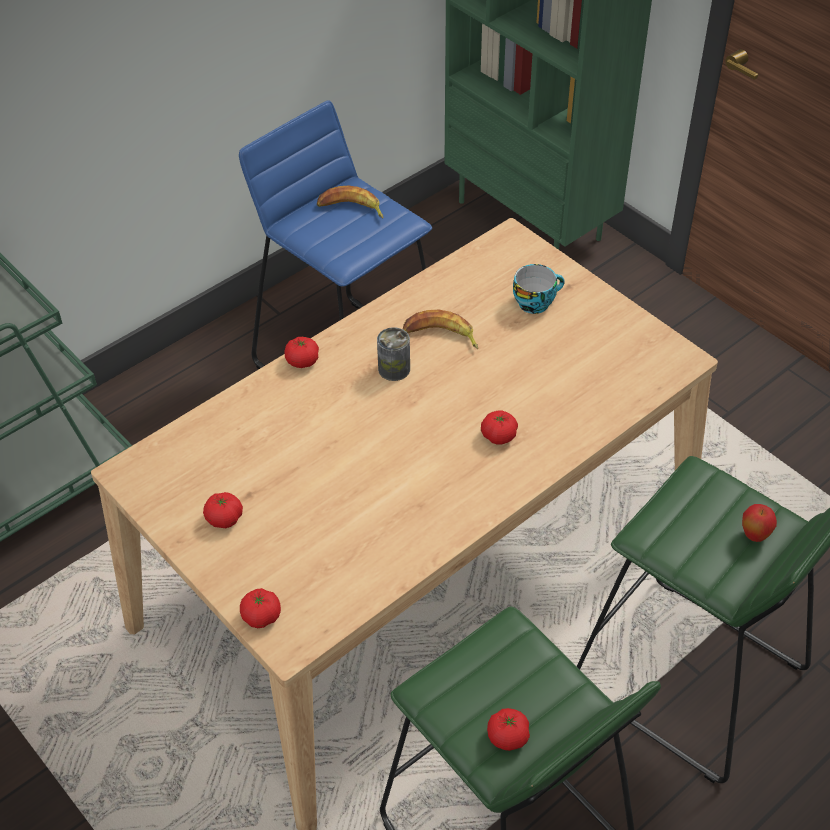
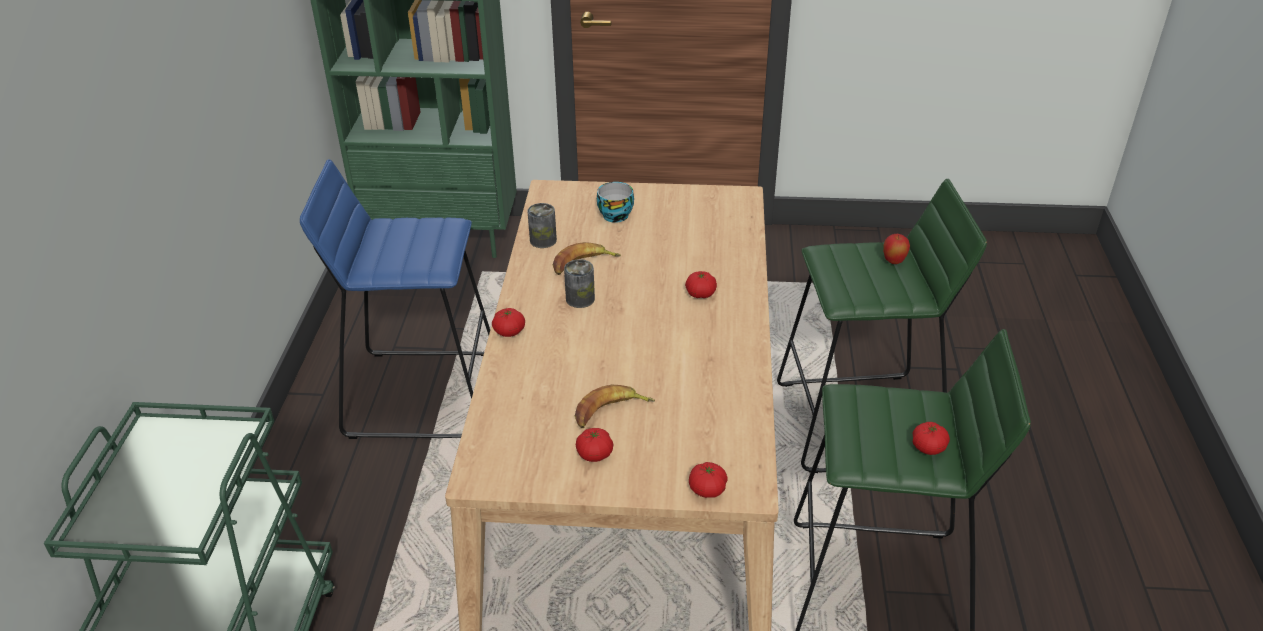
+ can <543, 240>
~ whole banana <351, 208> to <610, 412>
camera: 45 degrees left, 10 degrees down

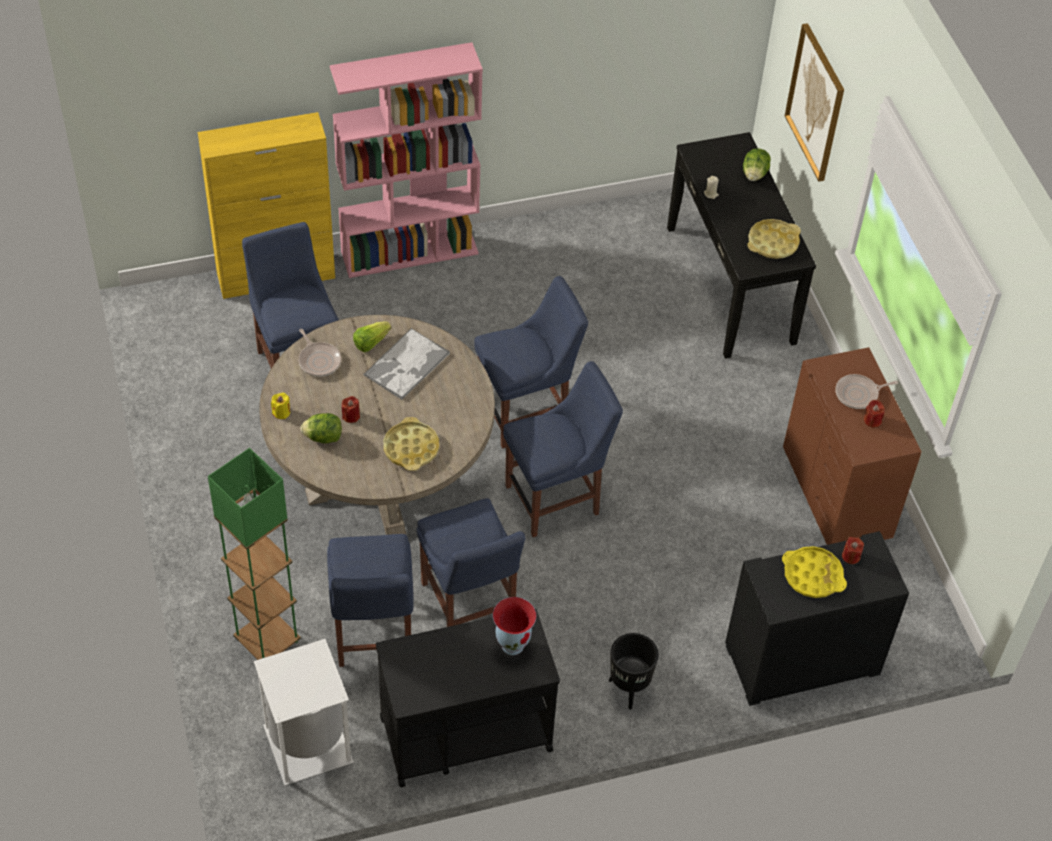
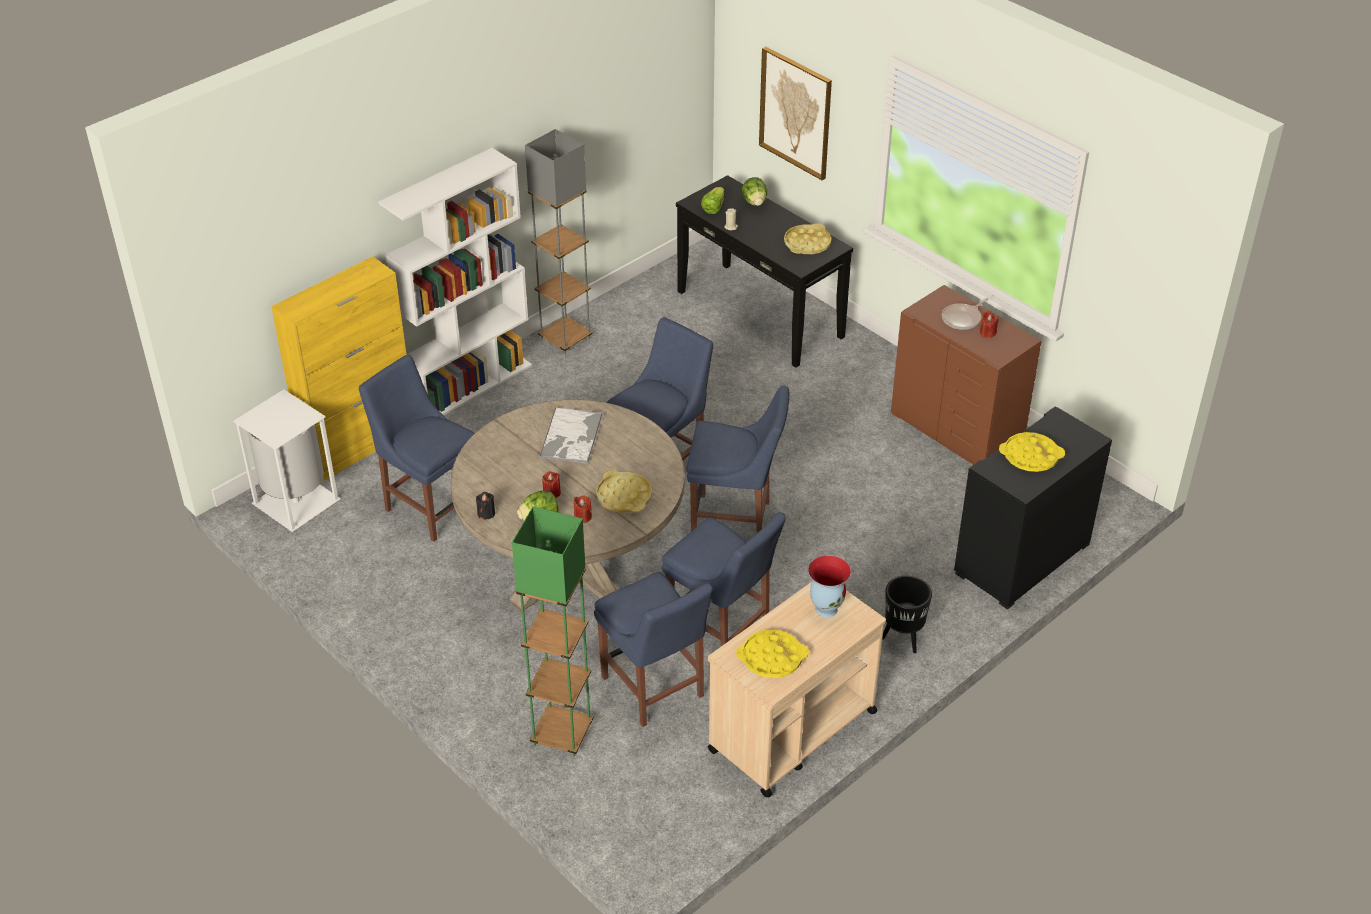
- skillet <319, 360>
+ gray standing lamp <565, 338>
+ yellow-coloured tray <772, 658>
~ whitish trash can <306, 743> to <294, 501>
~ lettuce head <371, 342> to <713, 207>
~ red-coloured wax candle <851, 556> to <582, 517>
~ yellow-coloured wax candle <281, 412> to blackish wax candle <486, 513>
~ pink bookshelf <410, 252> to whitish bookshelf <470, 385>
~ blackish cart <464, 733> to beige-coloured cart <791, 731>
~ bluish chair <557, 499> = <735, 521> 60 degrees clockwise
camera: 25 degrees left, 10 degrees down

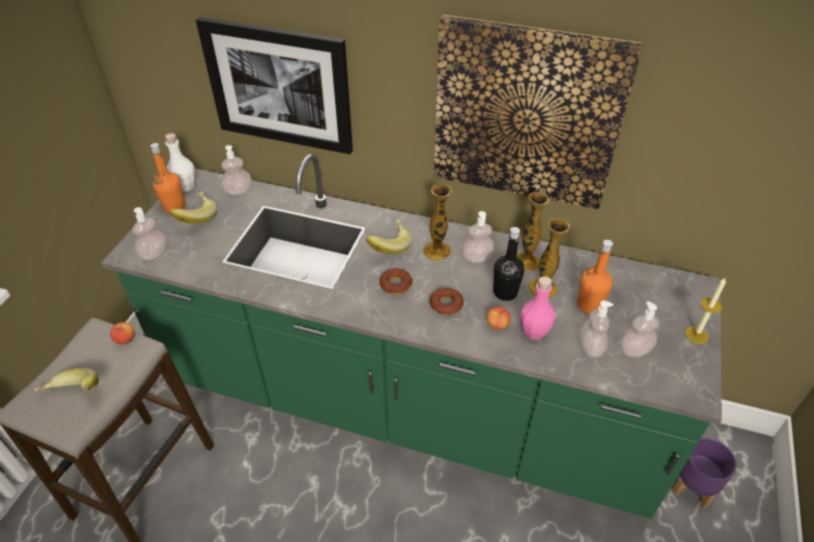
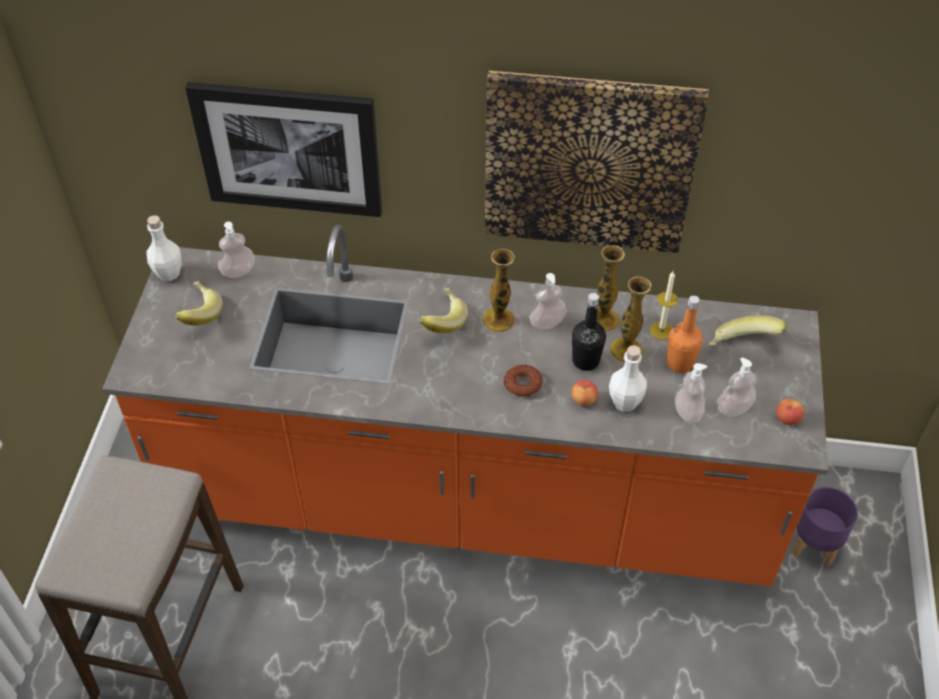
- soap dispenser <154, 254>
- orange-coloured bottle <174, 207>
- ring doughnut <395, 284>
~ whole banana <72, 395> to <742, 346>
~ apple fruit <125, 339> to <787, 419>
~ wax candle <696, 335> to <661, 330>
~ green kitchen counter <407, 405> to orange-coloured kitchen counter <469, 501>
~ pink bottle <534, 332> to whitish bottle <625, 402>
camera: 10 degrees left, 5 degrees up

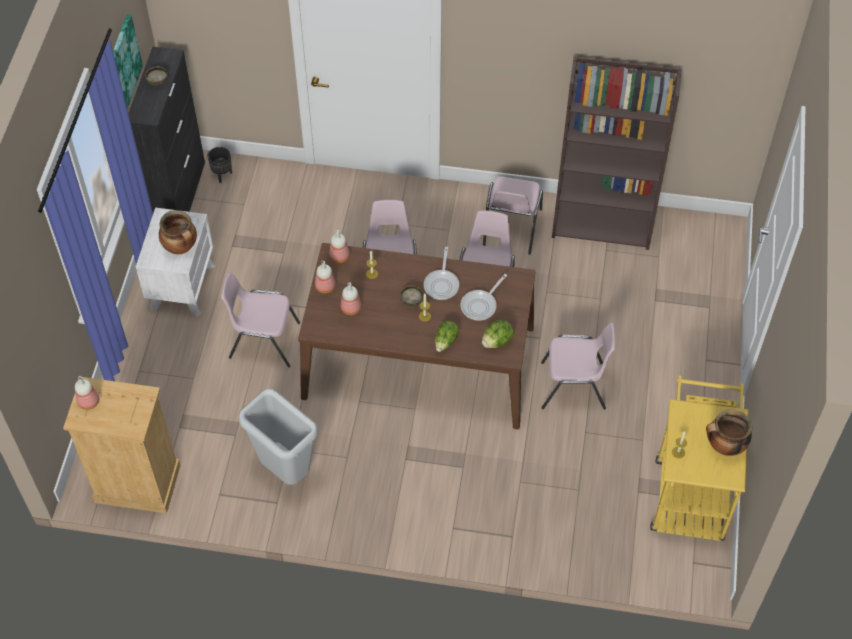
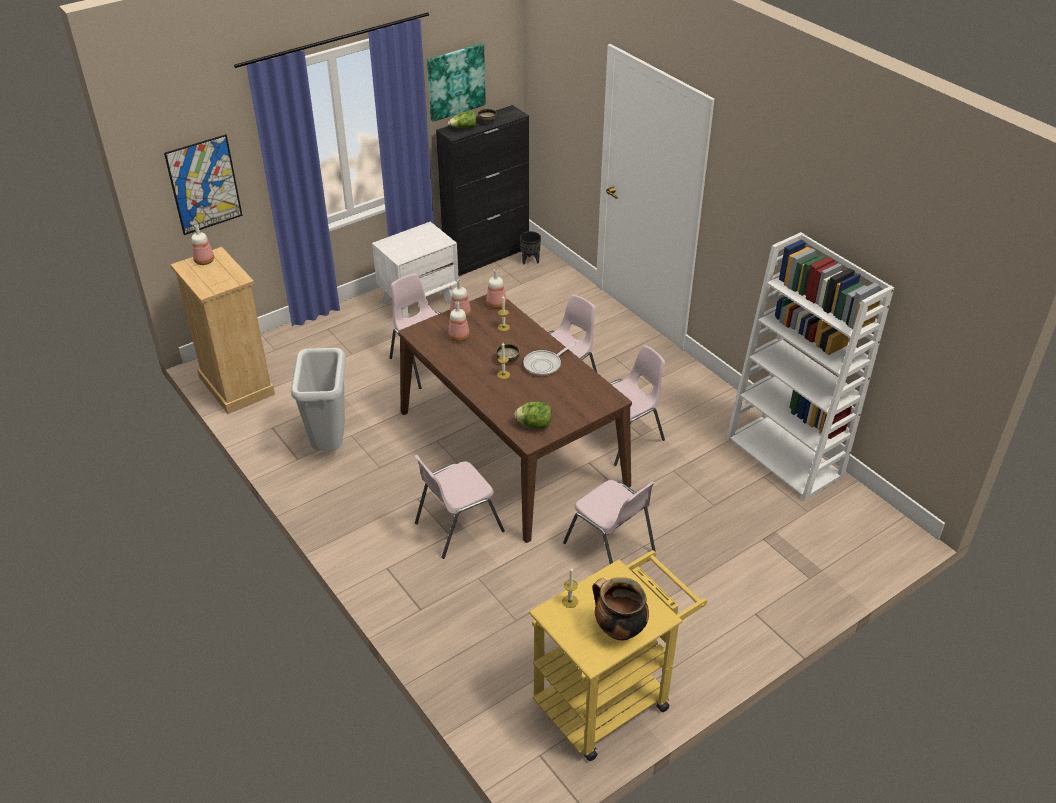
- cooking pot <181, 247>
- skillet <481, 305>
+ wall art <204, 185>
~ lettuce head <446, 341> to <464, 128>
~ pink chair <511, 228> to <457, 527>
~ brownish bookshelf <603, 223> to whitish bookshelf <785, 457>
camera: 45 degrees right, 15 degrees down

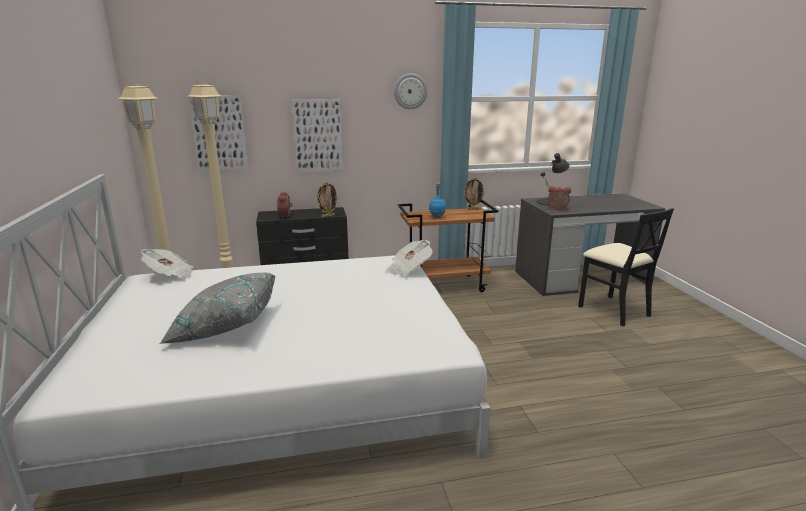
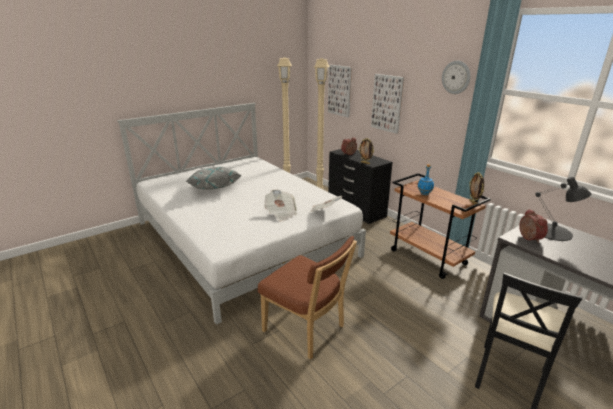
+ brownish chair <306, 330>
~ printed paper <170, 275> to <281, 213>
camera: 65 degrees right, 5 degrees up

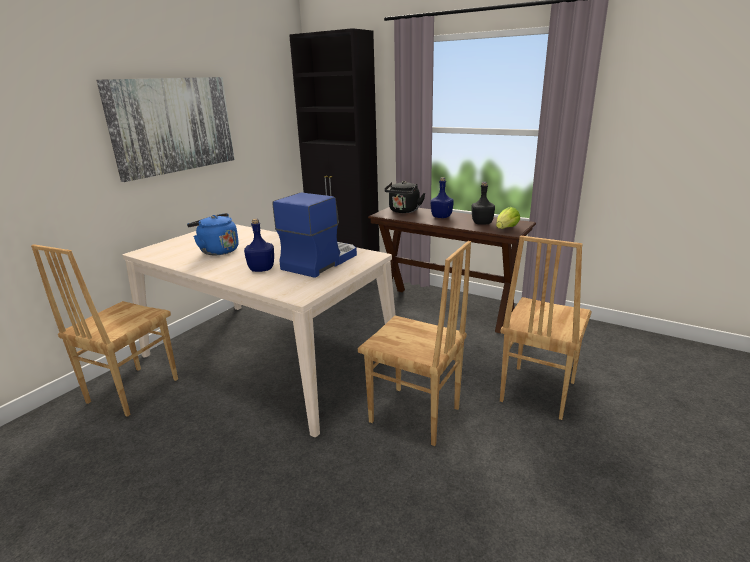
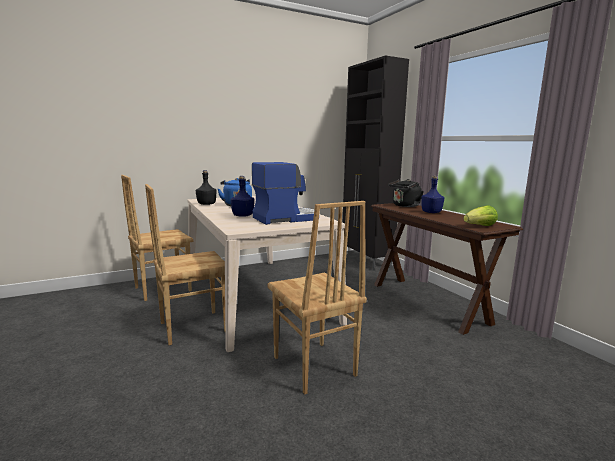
- wall art <173, 125>
~ blackish bottle <481, 223> to <207, 204>
~ brownish chair <536, 391> to <192, 327>
camera: 30 degrees right, 10 degrees down

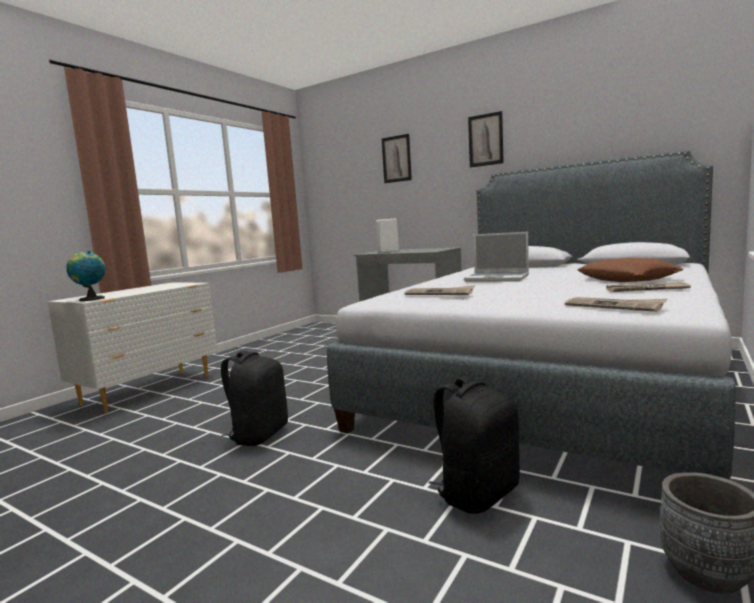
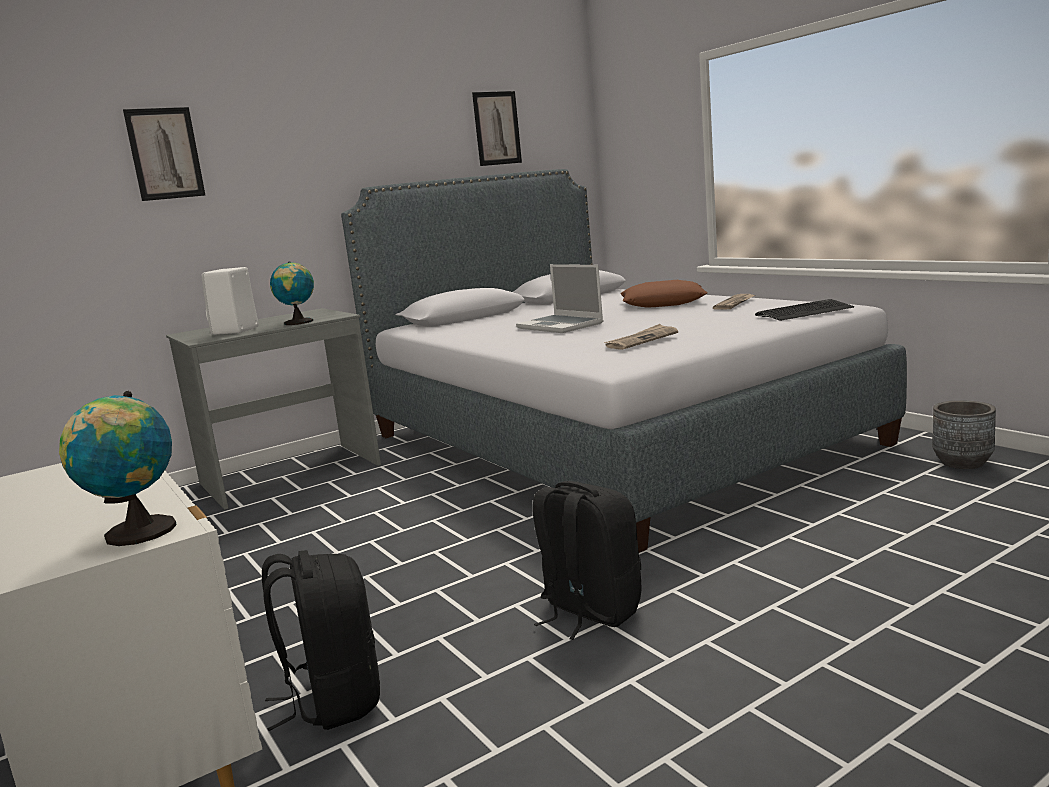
+ globe <298, 322>
~ blackish knapsack <477, 493> to <333, 700>
~ wall art <485, 140> to <497, 128>
~ printed paper <614, 306> to computer keyboard <804, 312>
~ laptop <498, 278> = <561, 326> 90 degrees clockwise
camera: 65 degrees left, 5 degrees up

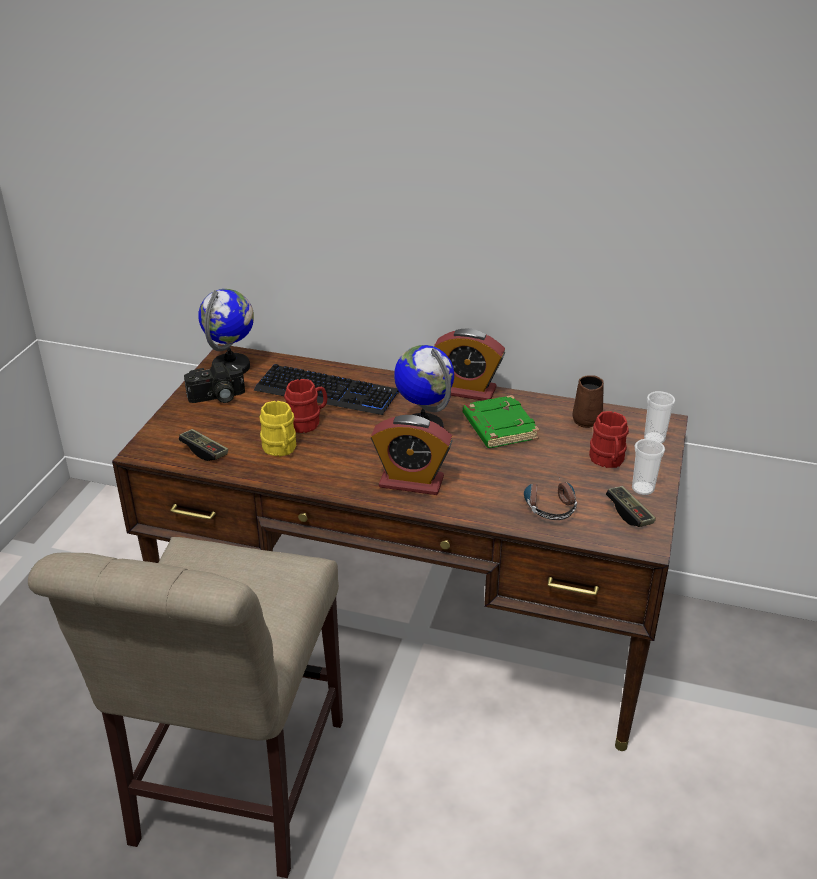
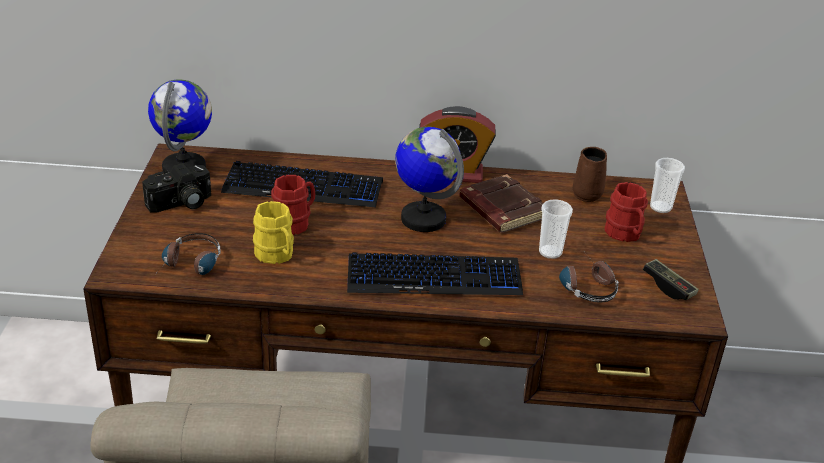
~ small cup <643, 488> to <550, 252>
~ gamepad <204, 451> to headphones <190, 266>
~ alarm clock <411, 482> to computer keyboard <434, 277>
~ green volume <498, 427> to brownish volume <501, 209>
camera: 15 degrees left, 0 degrees up

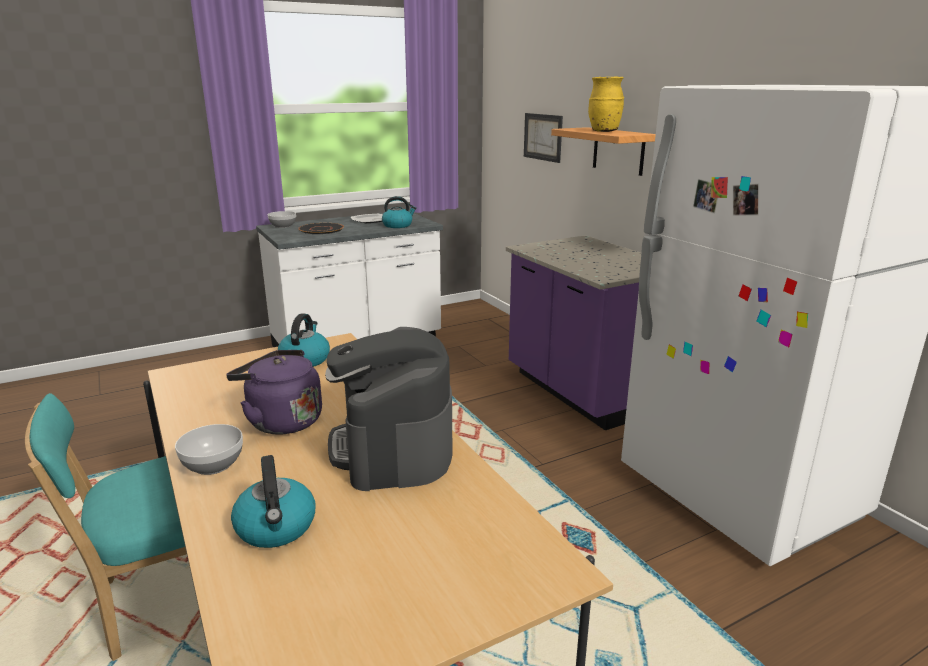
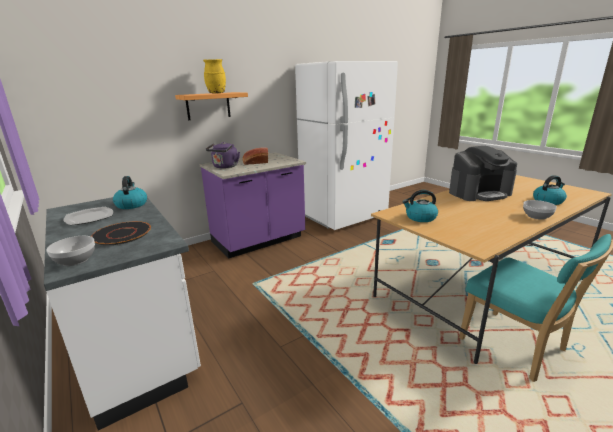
- wall art <543, 137>
+ baked bread <255, 162>
~ purple tea kettle <281, 421> to <225, 167>
camera: 95 degrees left, 0 degrees up

